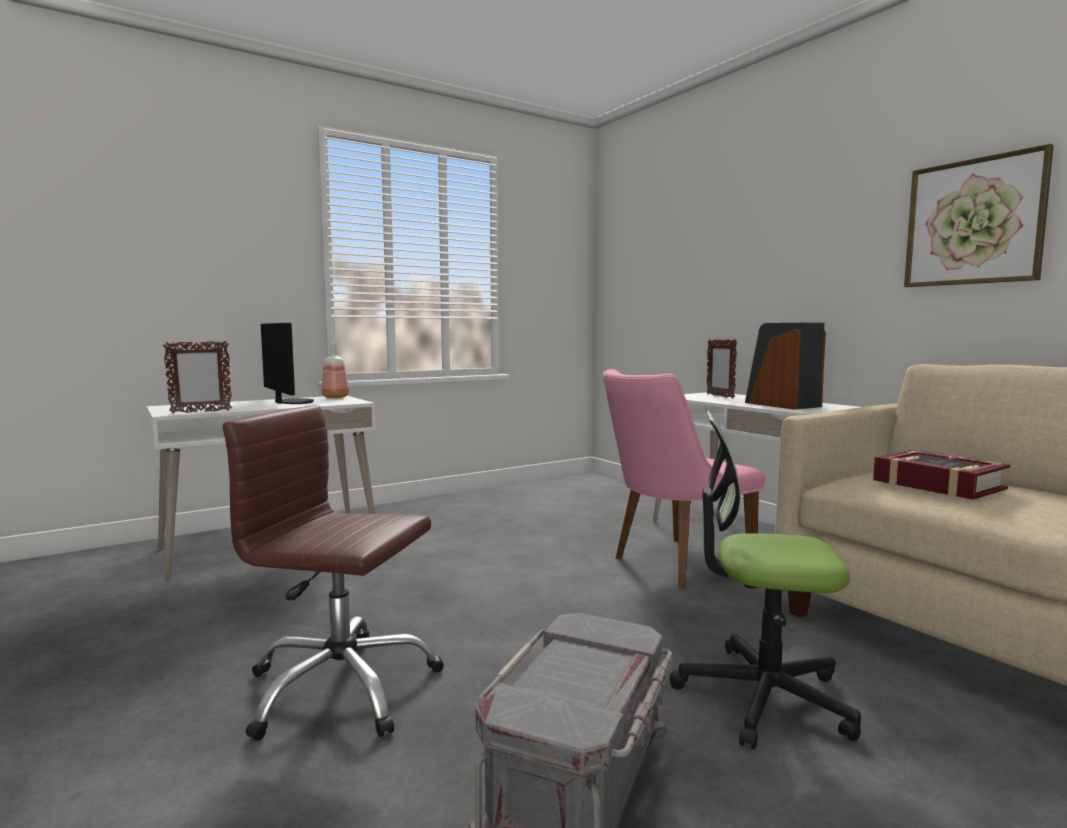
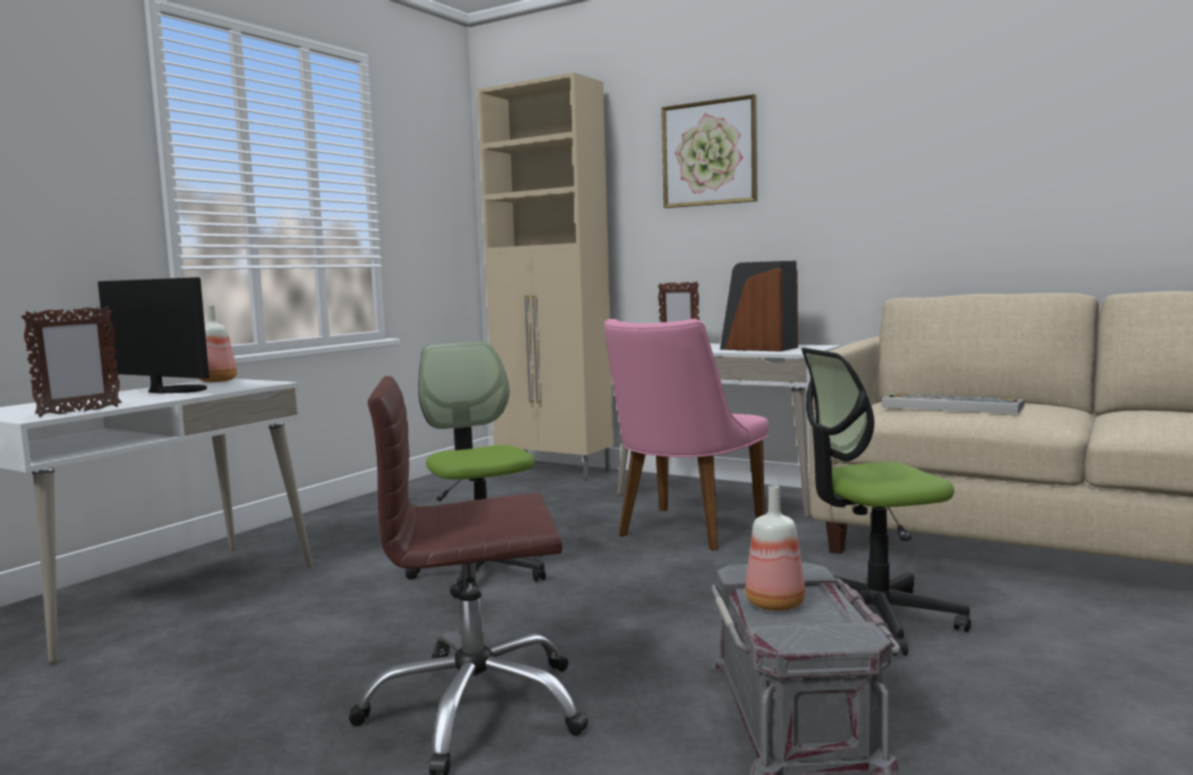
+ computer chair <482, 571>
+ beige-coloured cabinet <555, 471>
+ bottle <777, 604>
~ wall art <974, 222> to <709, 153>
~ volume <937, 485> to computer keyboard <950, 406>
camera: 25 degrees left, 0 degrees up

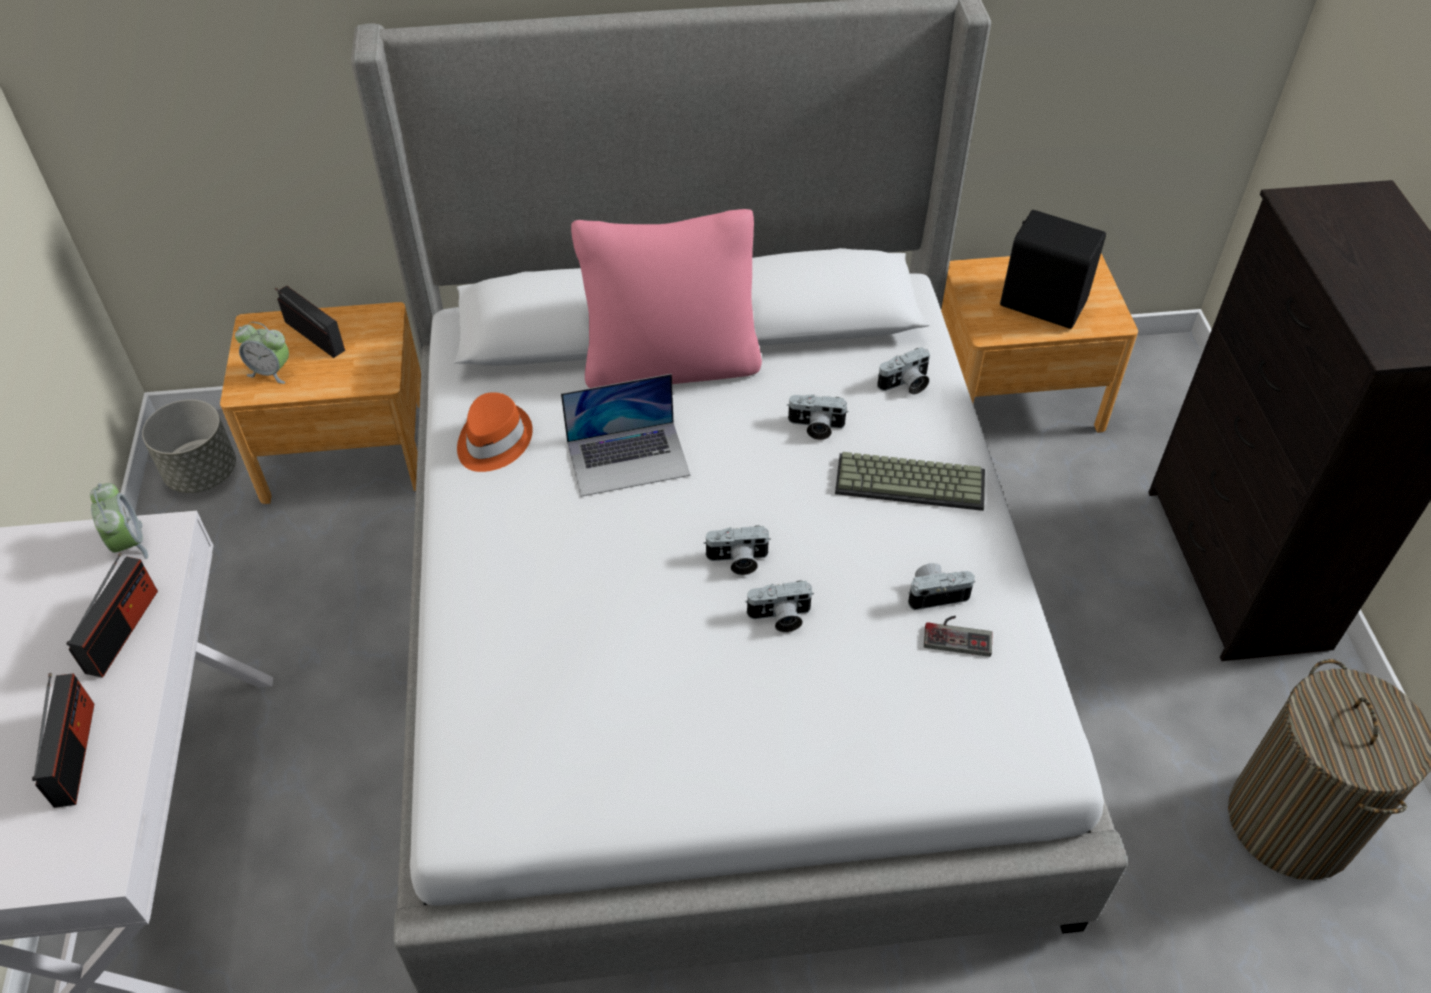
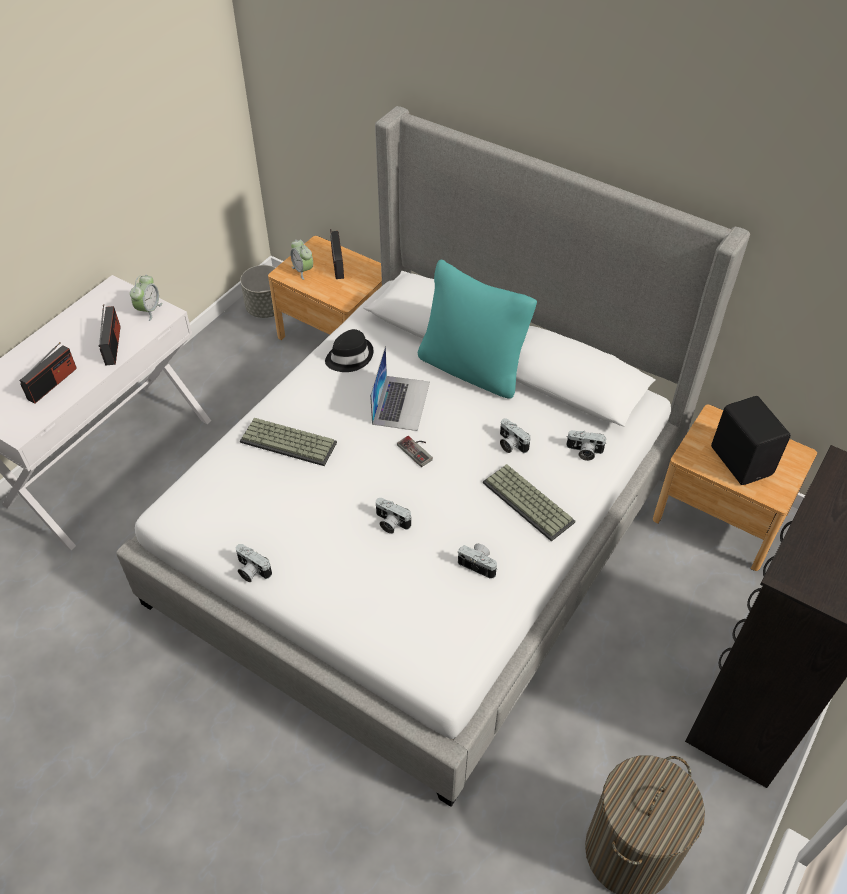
+ computer keyboard <290, 441>
~ still camera <737, 561> to <251, 571>
~ gamepad <958, 634> to <418, 450>
~ orange-coloured clothing hat <493, 441> to blackish clothing hat <349, 357>
~ pink throw pillow <671, 363> to turquoise-coloured throw pillow <472, 368>
~ radio <122, 631> = <113, 345> 60 degrees counterclockwise
~ laptop <628, 458> = <401, 402> 105 degrees counterclockwise
camera: 40 degrees right, 0 degrees up

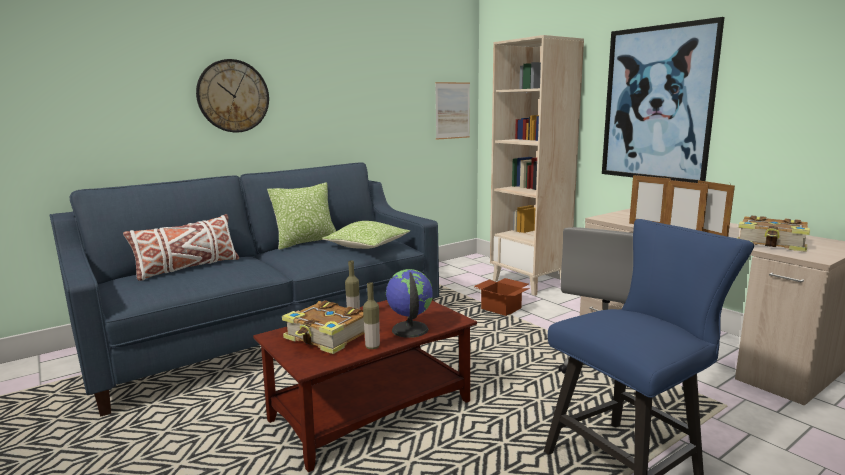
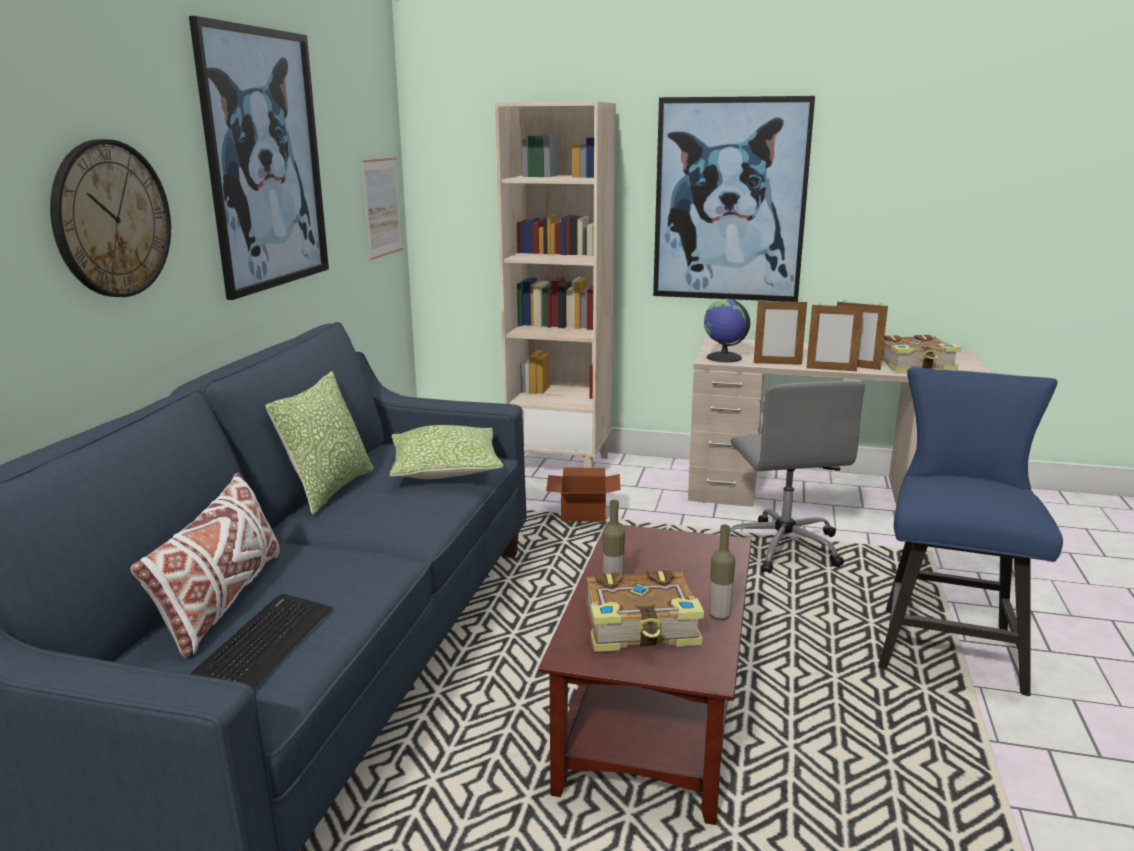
+ wall art <265, 160>
+ computer keyboard <263, 643>
~ globe <409, 329> to <724, 358>
camera: 40 degrees left, 5 degrees up

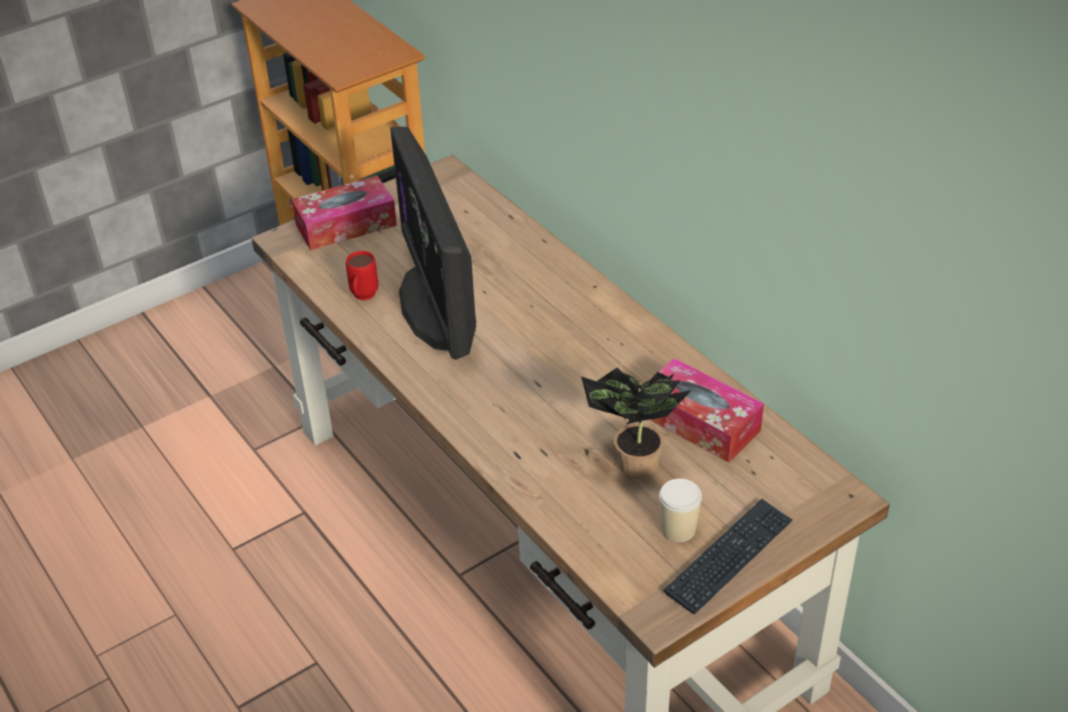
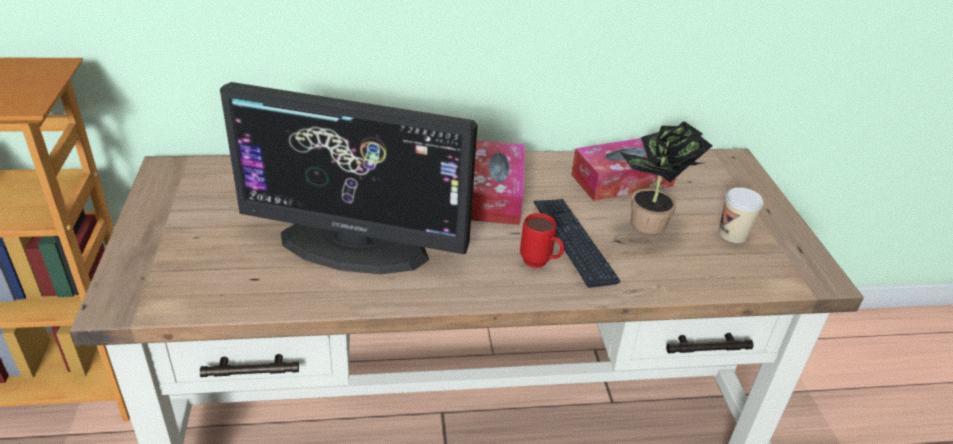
~ box of tissues <346, 225> to <496, 194>
~ red-coloured tea mug <363, 298> to <540, 264>
~ computer keyboard <729, 557> to <573, 242>
camera: 65 degrees left, 5 degrees down

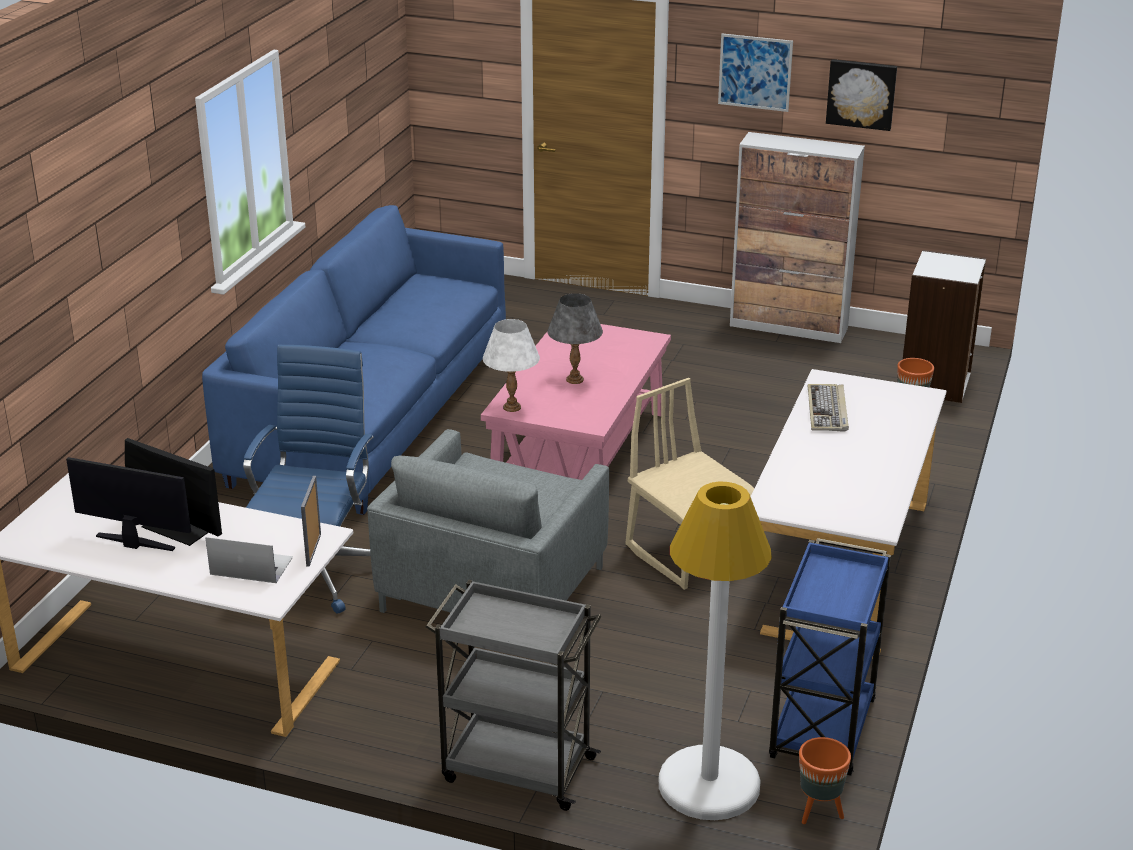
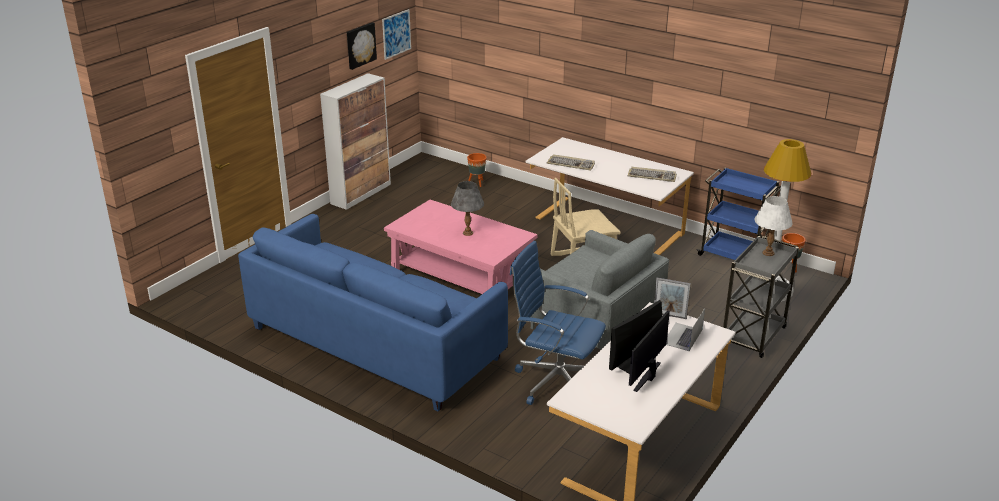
- whitish bookshelf <936, 383>
+ computer keyboard <652, 176>
~ whitish table lamp <511, 407> to <768, 253>
~ wall art <755, 72> to <396, 34>
camera: 75 degrees left, 0 degrees up

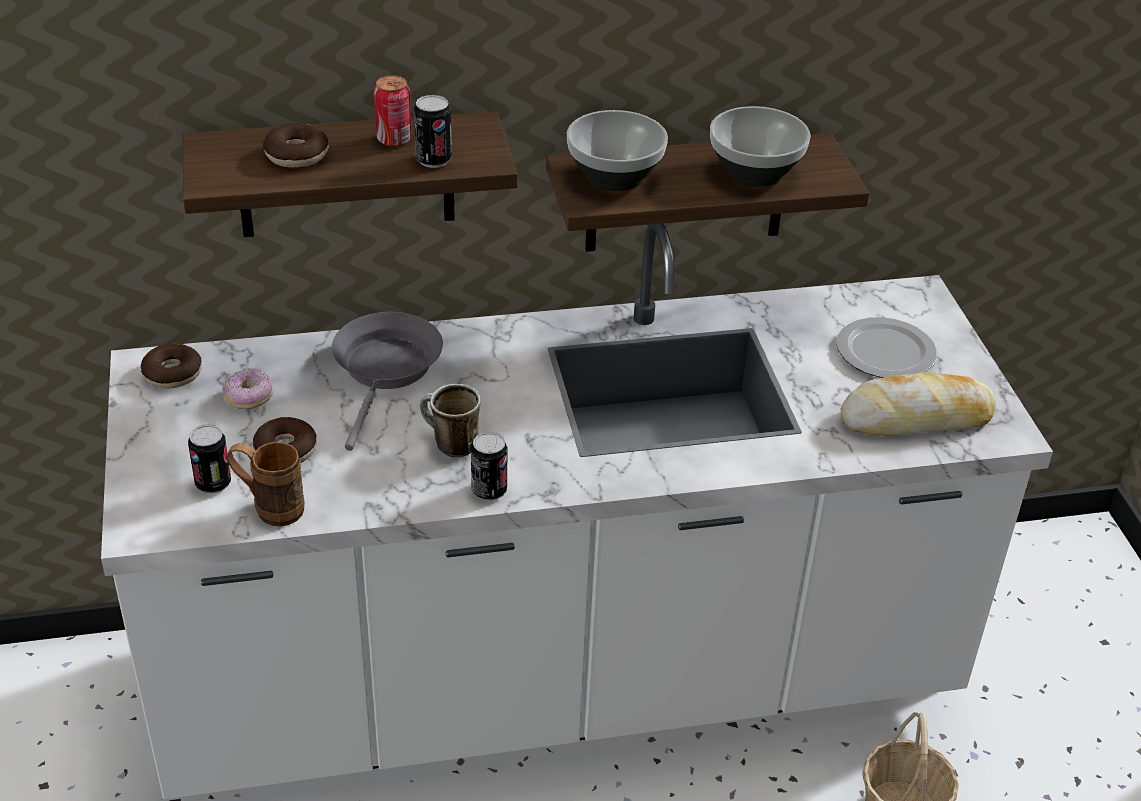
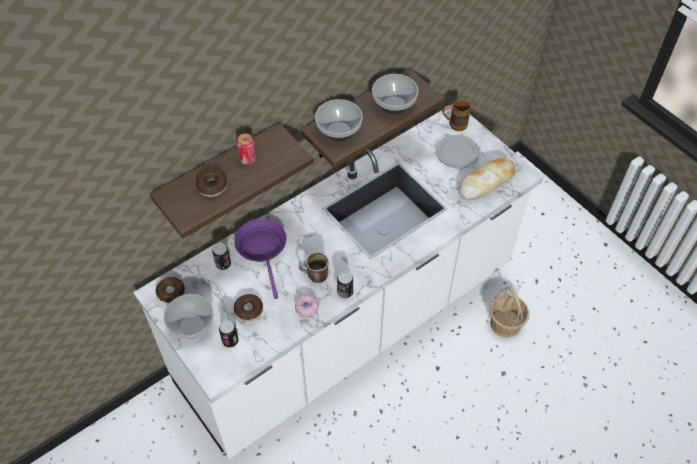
+ bowl <192, 325>
~ ring doughnut <249, 399> to <307, 308>
~ brownish tea mug <269, 508> to <453, 125>
~ can <433, 160> to <223, 264>
~ gray skillet <386, 370> to purple skillet <263, 250>
camera: 25 degrees left, 15 degrees up

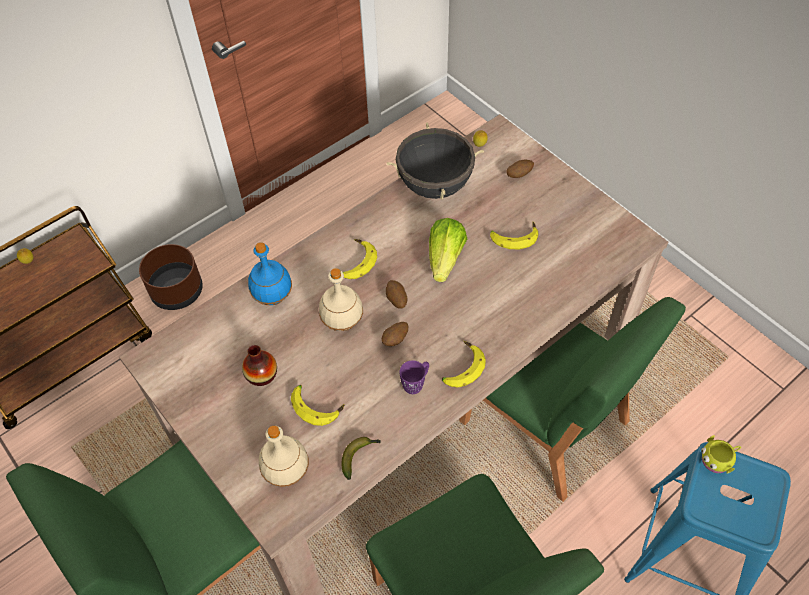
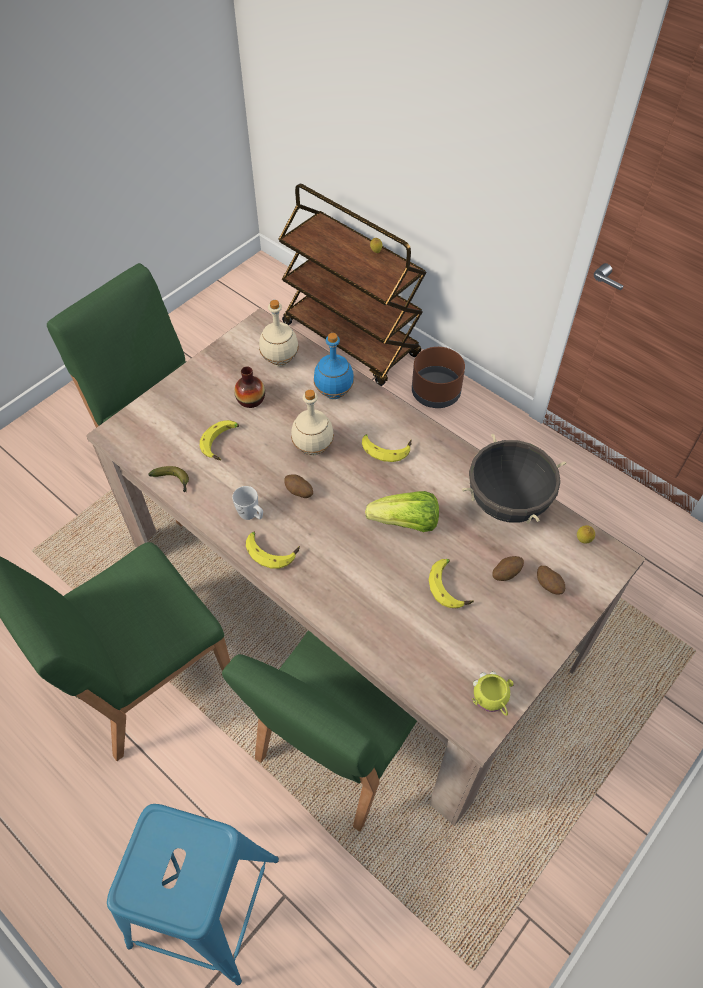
~ beige-coloured bottle <287, 473> to <279, 361>
~ potato <396, 300> to <505, 573>
~ yellow-coloured tea mug <718, 460> to <491, 700>
~ purple tea mug <416, 383> to whitish tea mug <251, 514>
camera: 80 degrees right, 0 degrees up

